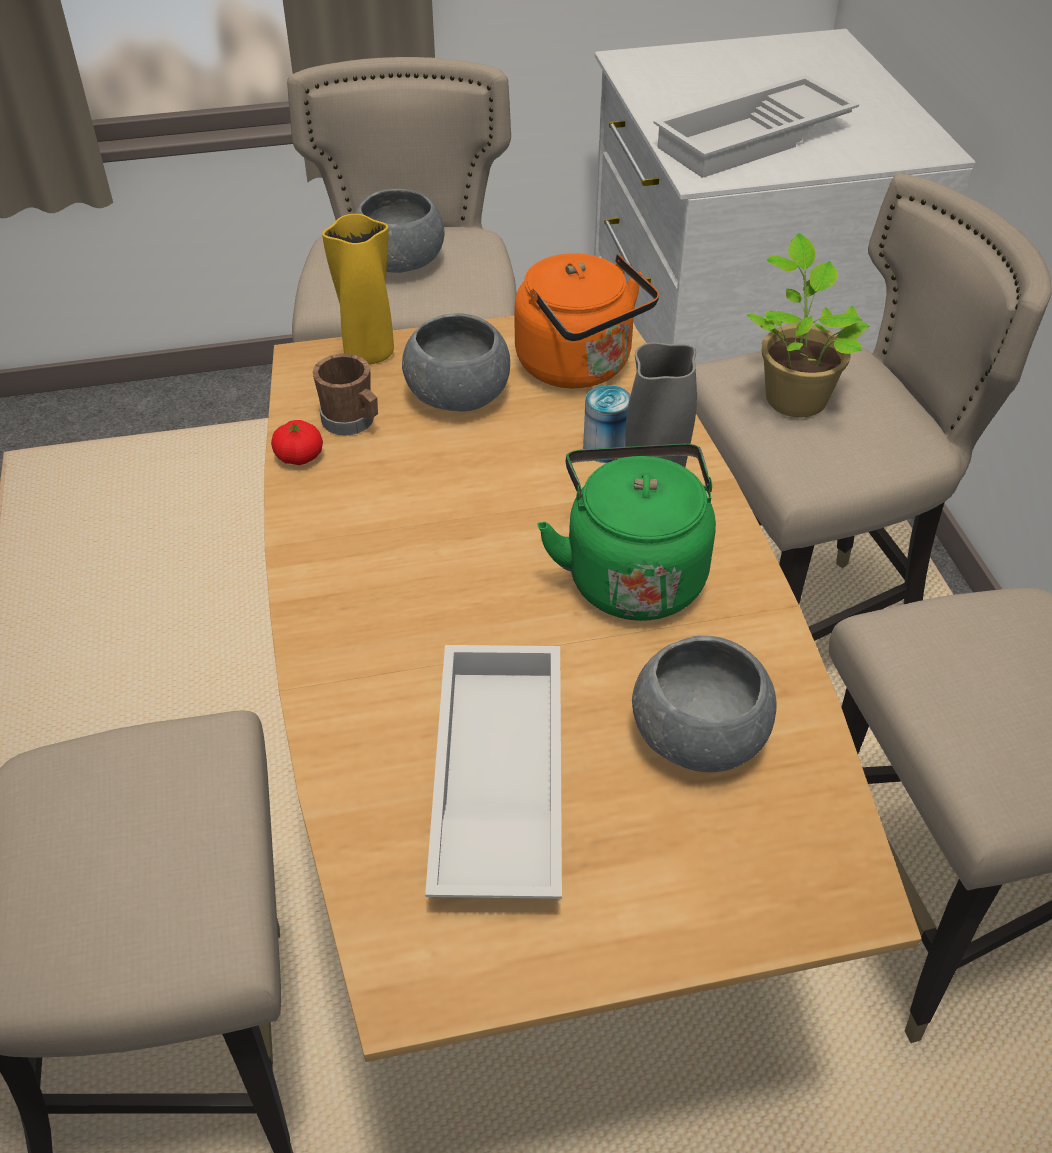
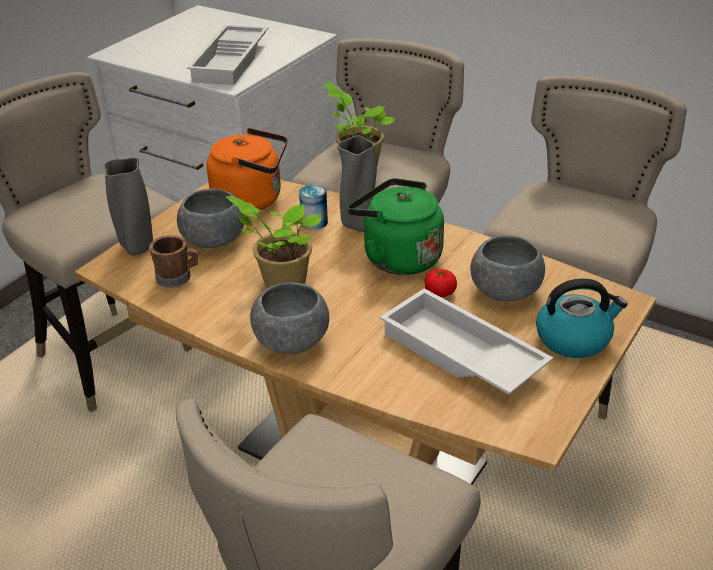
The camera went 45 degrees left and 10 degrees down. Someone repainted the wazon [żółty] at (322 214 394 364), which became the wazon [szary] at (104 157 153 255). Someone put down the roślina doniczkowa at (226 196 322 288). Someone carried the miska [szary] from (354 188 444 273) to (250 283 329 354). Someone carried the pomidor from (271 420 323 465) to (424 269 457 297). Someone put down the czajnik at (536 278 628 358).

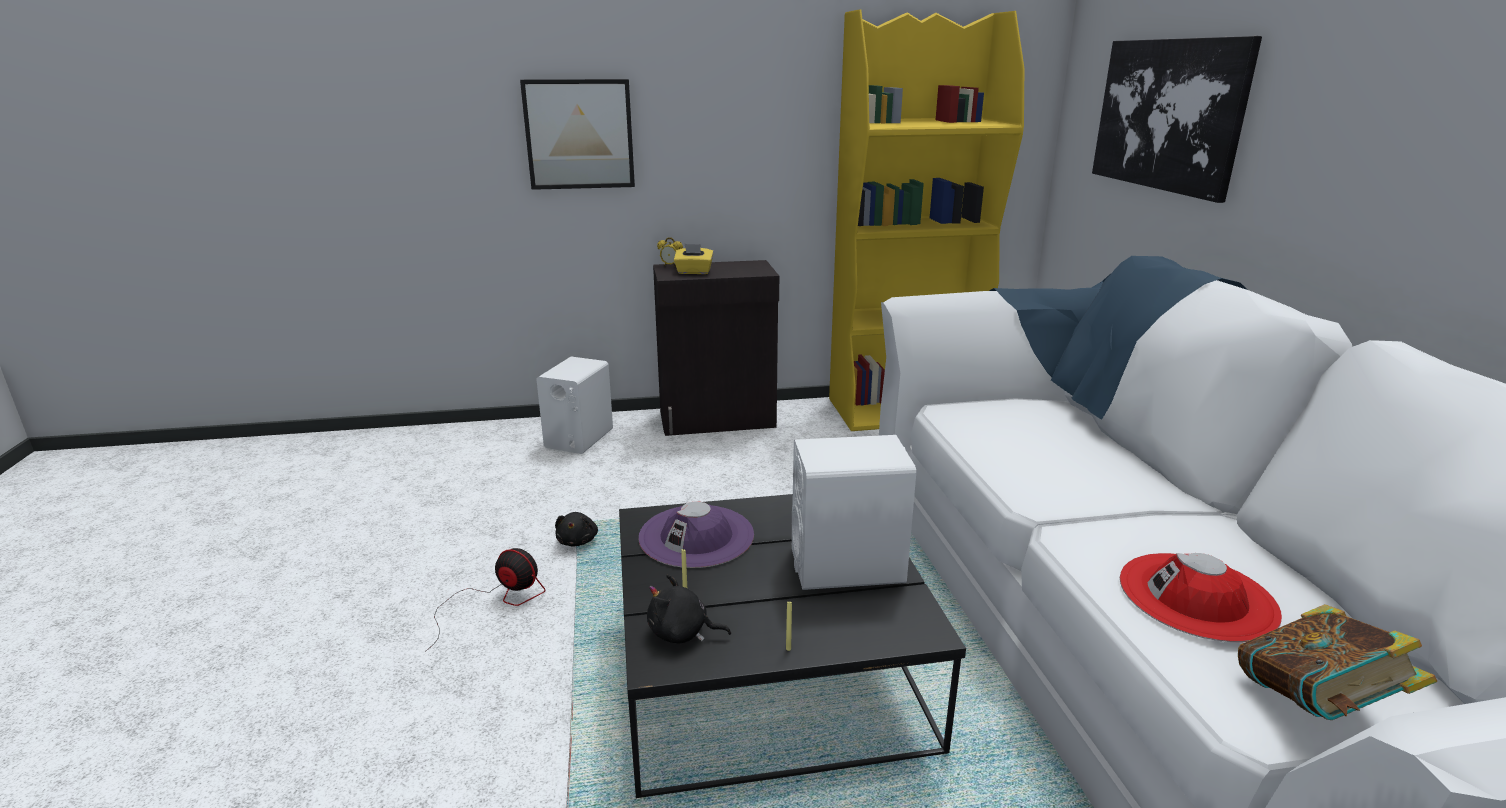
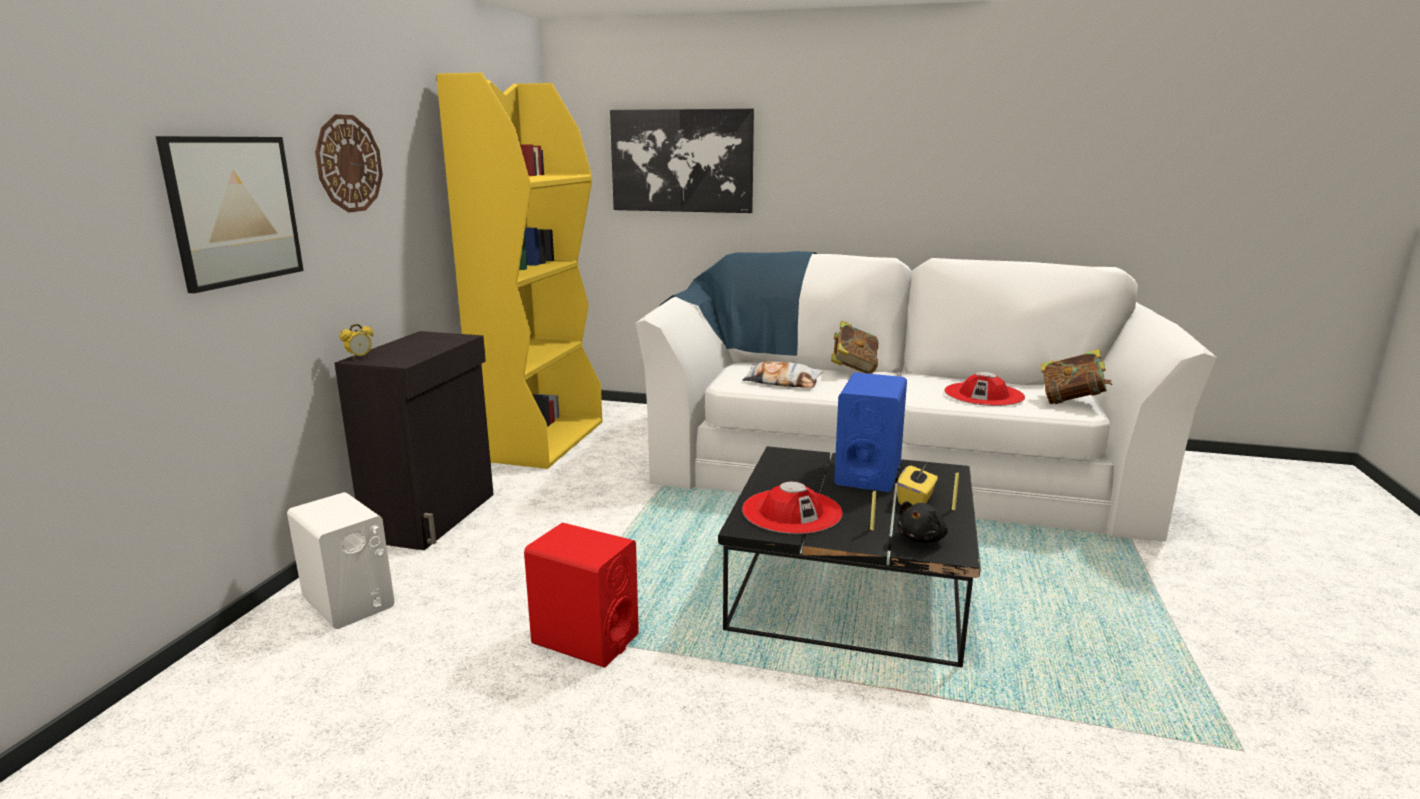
The camera went 65 degrees left and 5 degrees down. Someone put up the zegar ścienny at (315 114 383 212). Someone swapped the pluszak [czarny] at (555 512 598 546) for the głośnik [czerwony] at (524 523 639 668). Someone repainted the kapelusz [fioletowy] at (639 502 754 568), which became the kapelusz [czerwony] at (742 482 842 534). Someone put down the poduszka at (743 361 824 388). Someone put down the książka at (831 321 878 374). Someone repainted the głośnik [biały] at (792 435 916 590), which became the głośnik [niebieski] at (834 372 907 492). Someone carried the pudełko chusteczek [żółty] from (674 244 714 274) to (897 464 938 505). Someone took away the wentylator at (425 548 546 652).

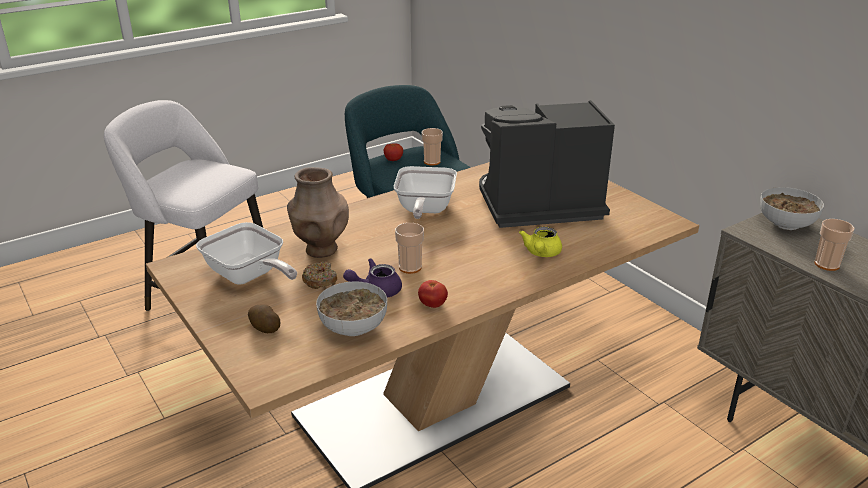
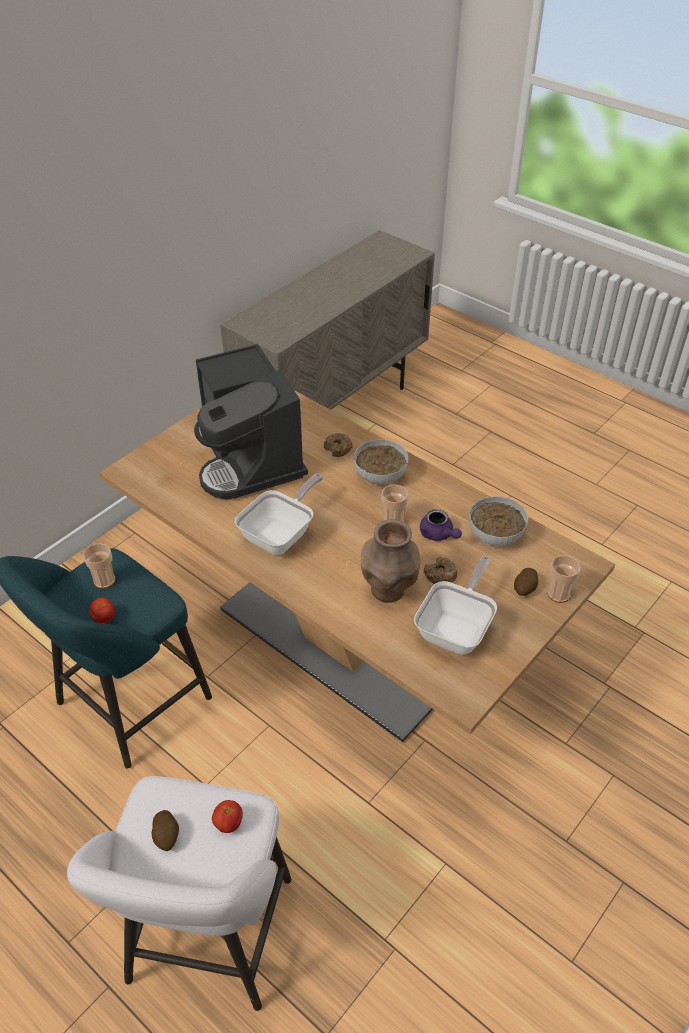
The camera went 105 degrees left and 15 degrees up. Someone put down the ziemniak at (152 810 179 851). Someone carried the pomidor from (418 280 448 308) to (212 800 243 833). Someone rotated the patelnia at (394 166 457 219) by 45 degrees counterclockwise. Someone swapped the imbryk [żółty] at (519 227 562 257) for the donut at (324 433 353 457). Someone carried the miska from (760 187 824 230) to (354 439 408 484). Someone carried the filiżanka from (814 219 855 271) to (547 555 581 603).

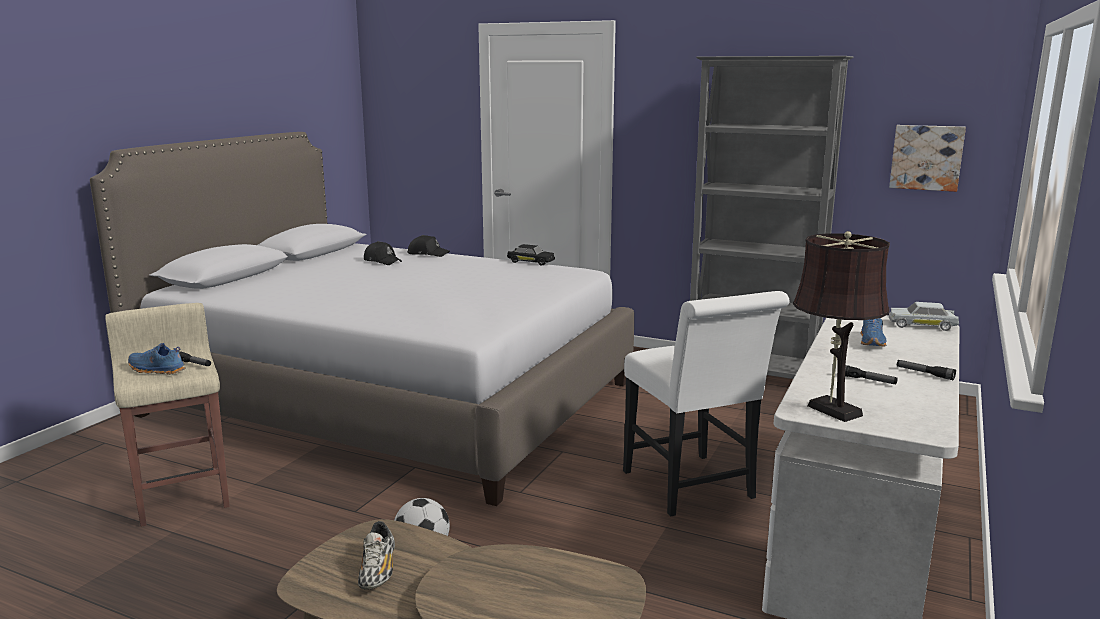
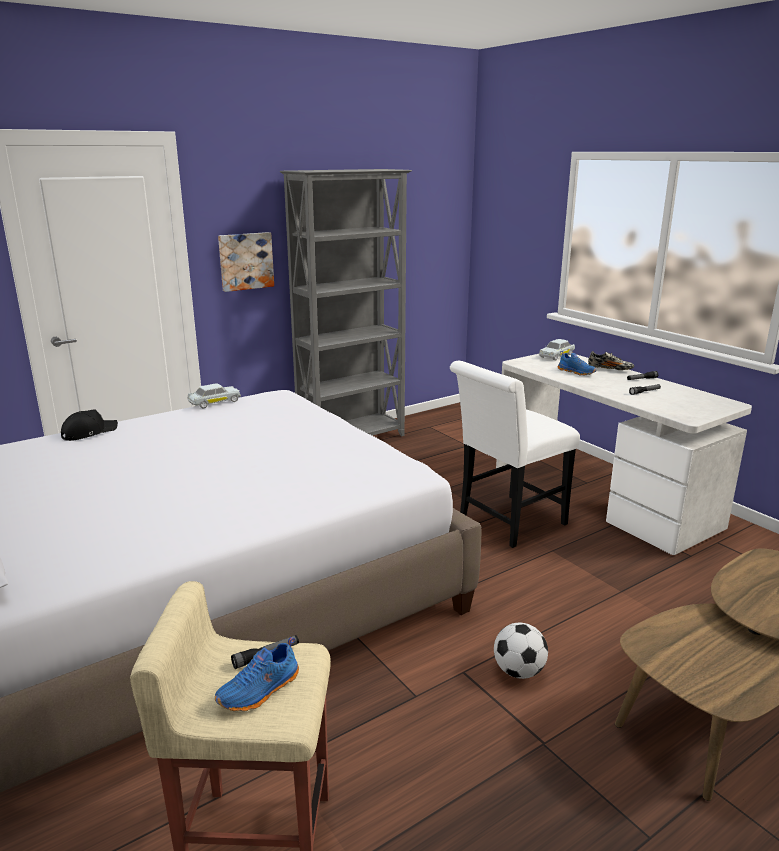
The camera went 60 degrees left and 5 degrees up. Someone repainted the samochodzik [czarny] at (507 244 555 266), which became the samochodzik [biały] at (187 383 241 408). Someone carried the obraz from (889 125 966 192) to (218 232 274 292). Someone rotated the krzesło [biały] at (623 291 790 516) by 135 degrees clockwise. Someone carried the but from (358 521 395 590) to (588 351 634 370). Someone took away the czapka z daszkiem [czarny] at (364 241 402 265). Someone took away the lampa stołowa [brązowy] at (793 231 890 422).

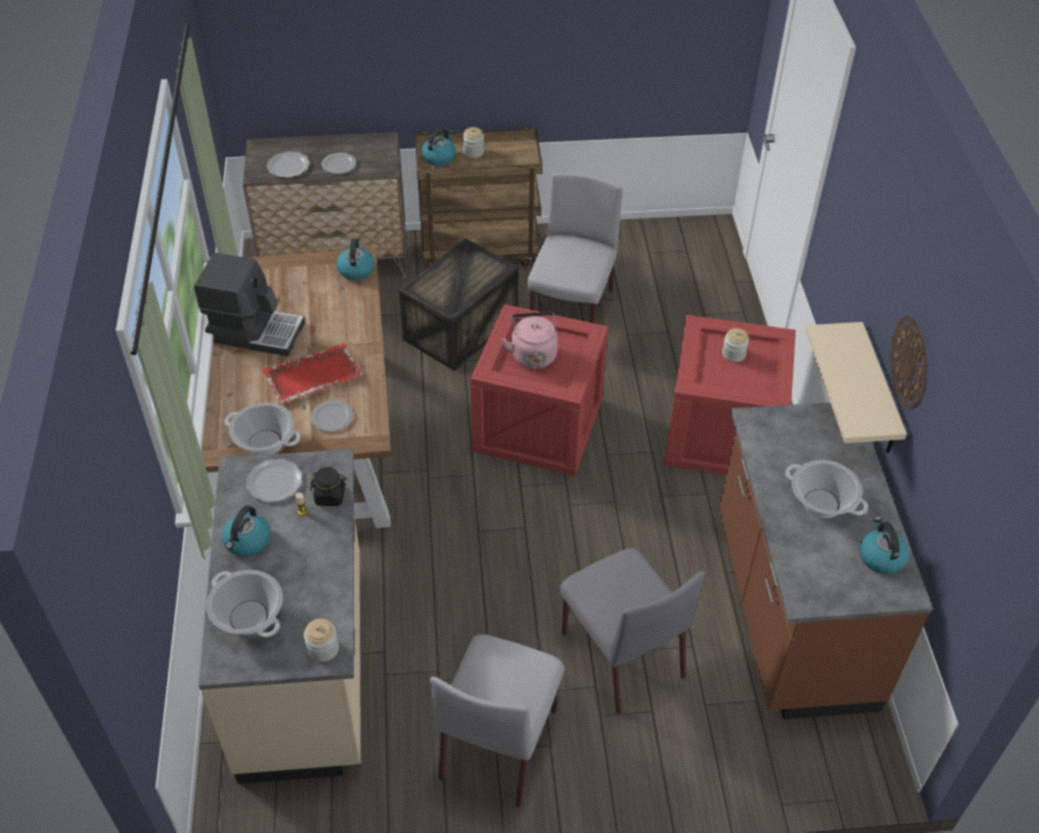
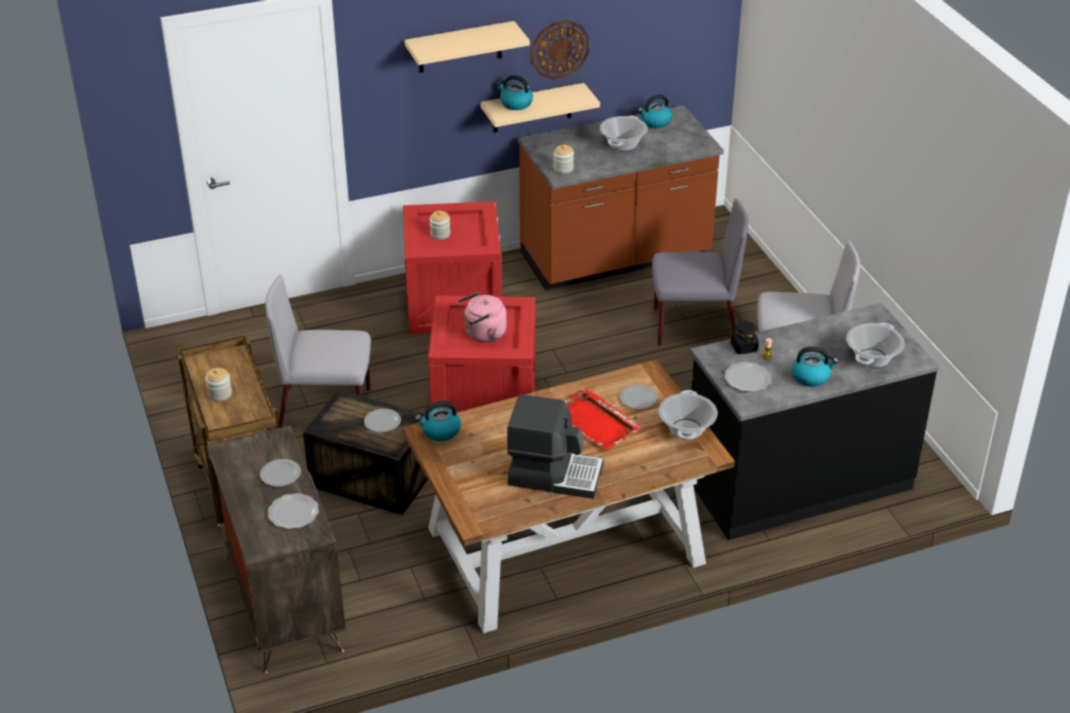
The camera went 105 degrees left and 10 degrees down. Someone put down the talerz at (364 409 401 433). Someone put up the półka [beżowy] at (404 21 530 73). Someone carried the czajnik from (421 128 456 166) to (496 75 533 110). Someone rotated the ekspres do kawy at (194 253 305 356) by 105 degrees clockwise. Someone carried the słoik from (304 619 339 662) to (553 145 574 174). Someone rotated the krzesło [szary] at (559 548 705 714) by 45 degrees clockwise. Someone repainted the zabudowa kuchenna [beżowy] at (198 449 361 784), which became the zabudowa kuchenna [czarny] at (690 303 939 540).

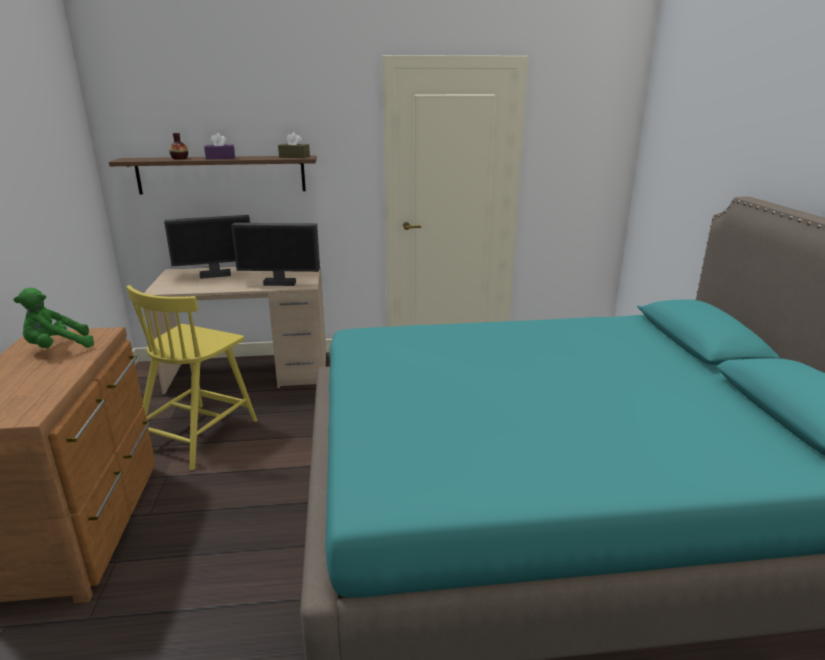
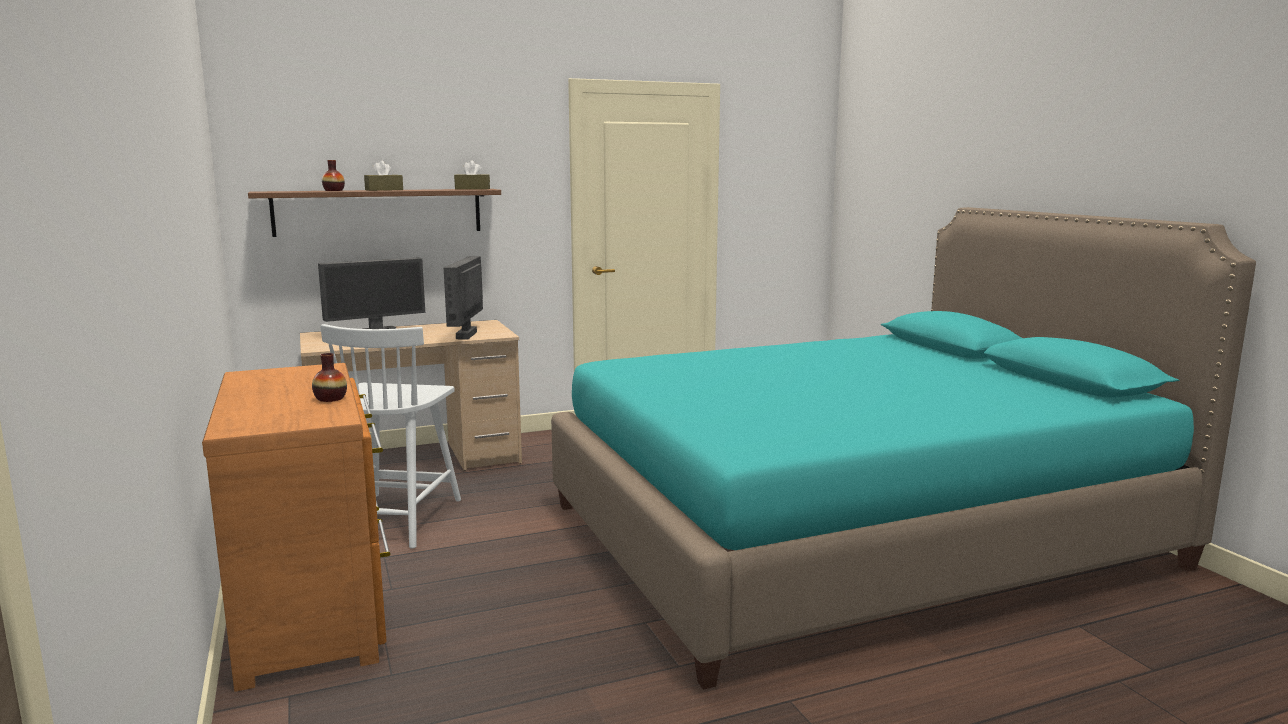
The camera went 15 degrees left and 10 degrees down. Someone put down the wazon at (312 353 347 402). Someone repainted the krzesło [żółty] at (126 285 257 470), which became the krzesło [biały] at (321 324 461 549). Someone repainted the pudełko chusteczek [fioletowy] at (204 133 235 159), which became the pudełko chusteczek [brązowy] at (364 161 403 191). Someone rotated the monitor at (231 223 320 286) by 105 degrees clockwise. Someone took away the pluszak [zielony] at (13 288 94 348).

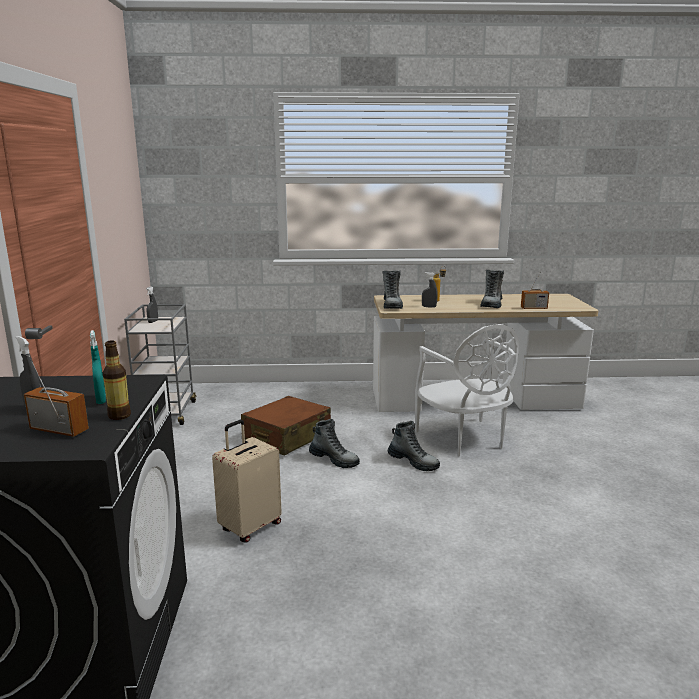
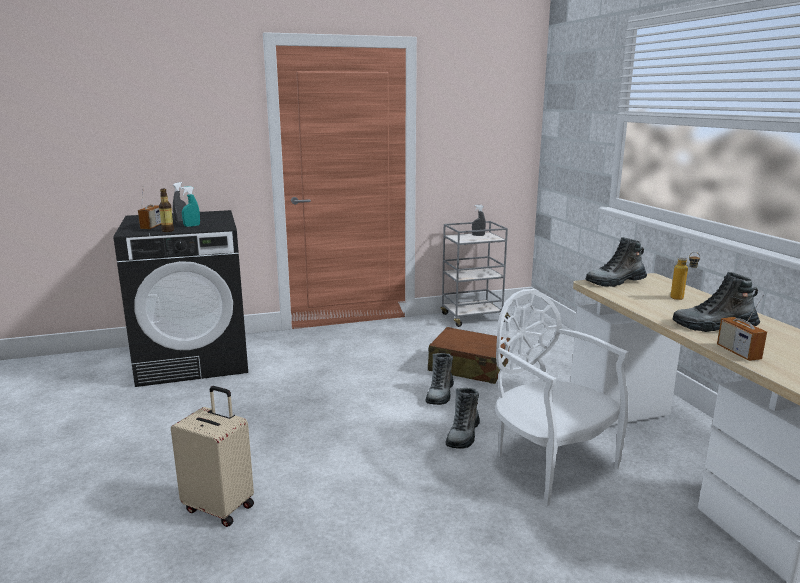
The camera went 75 degrees right and 0 degrees up. Someone carried the walizka [beżowy] from (212 420 282 542) to (171 386 254 527). Someone rotated the krzesło [biały] at (415 324 519 456) by 90 degrees clockwise. Someone took away the spryskiwacz [szary] at (422 272 438 308).

